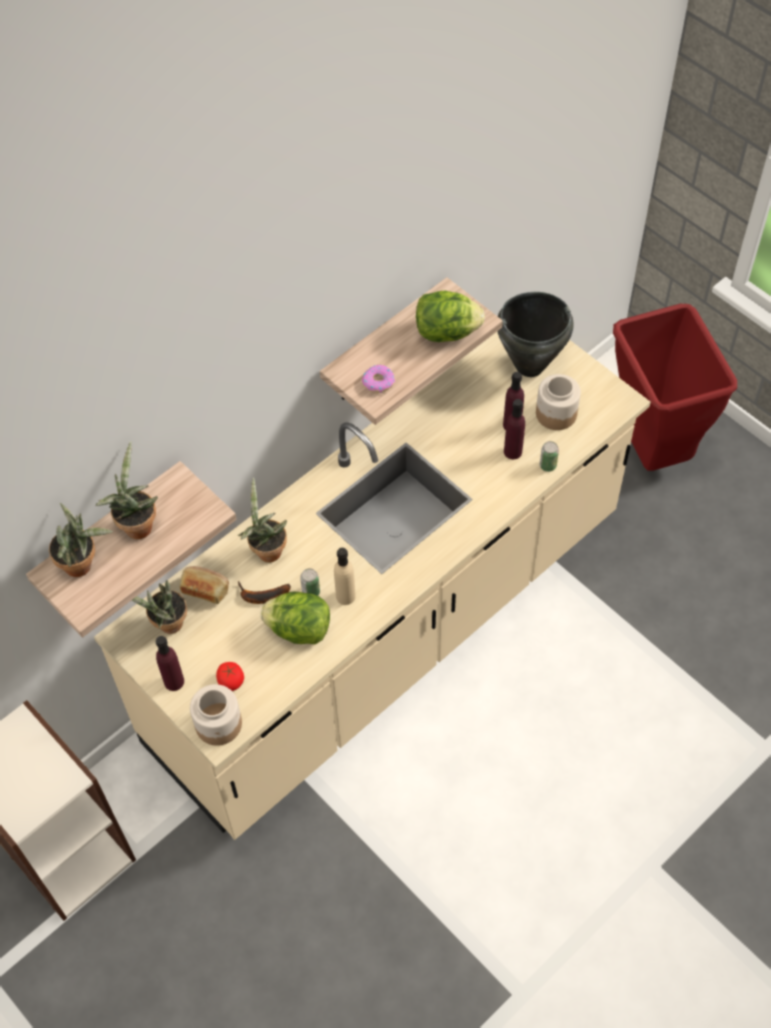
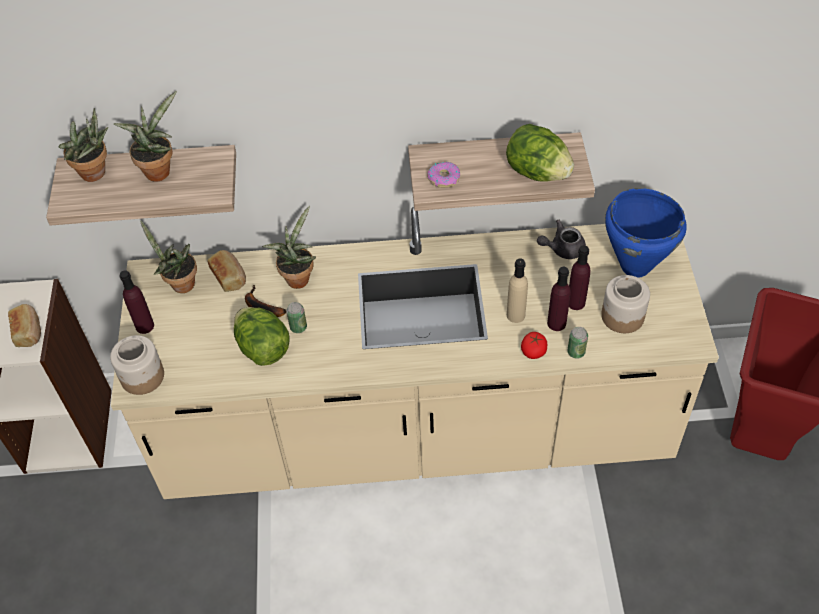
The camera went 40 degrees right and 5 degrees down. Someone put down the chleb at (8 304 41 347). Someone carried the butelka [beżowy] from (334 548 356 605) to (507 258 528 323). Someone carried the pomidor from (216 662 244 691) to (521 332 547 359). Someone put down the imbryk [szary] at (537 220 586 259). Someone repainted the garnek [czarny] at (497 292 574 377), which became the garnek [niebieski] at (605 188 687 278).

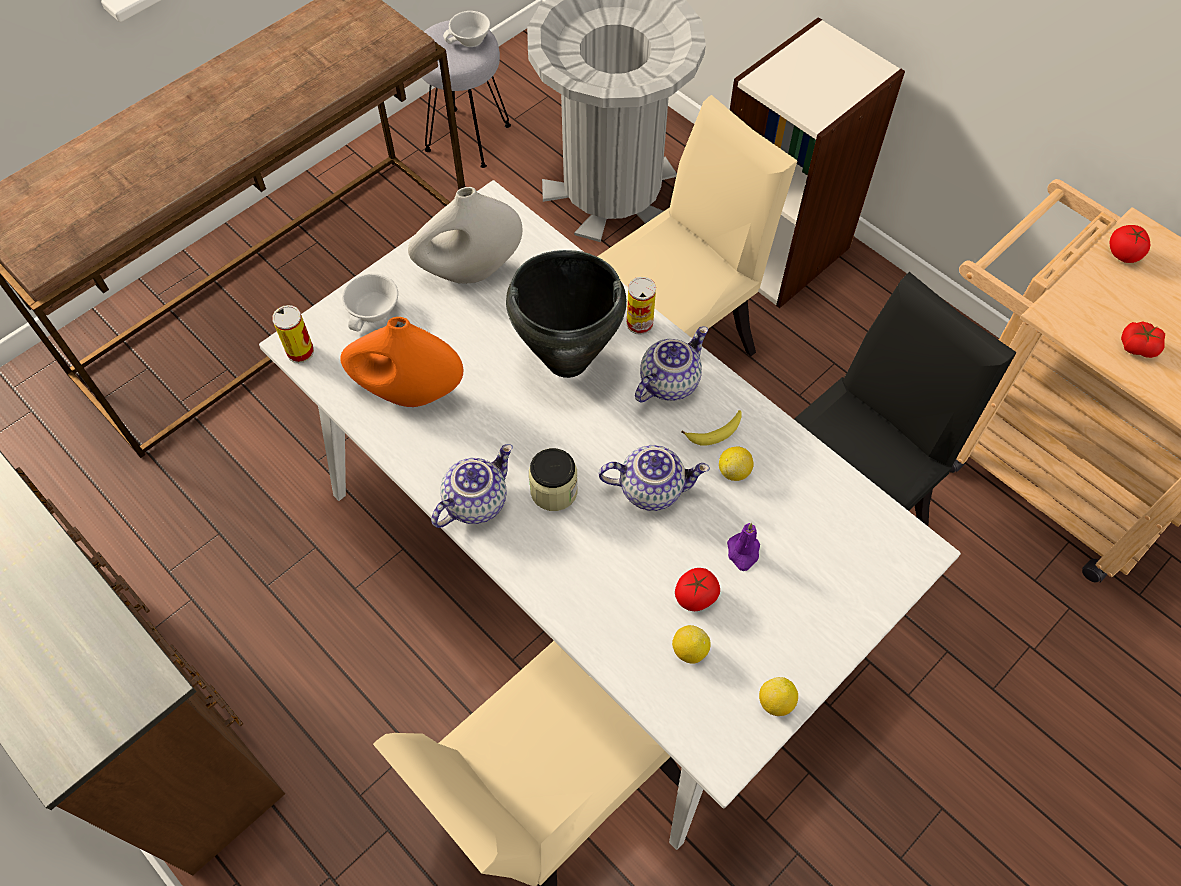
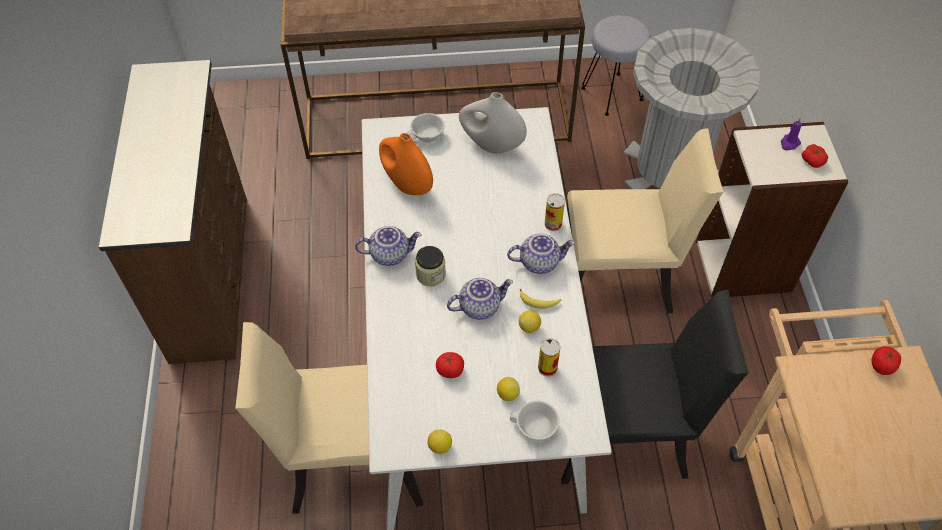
The camera went 40 degrees right and 5 degrees down. Someone rotated the imbryk at (599 445 710 511) by 60 degrees counterclockwise. Someone carried the cytryna from (672 625 710 664) to (497 377 520 401). Someone carried the filiżanka [biały] from (443 11 490 47) to (510 400 560 440). Someone carried the puszka from (272 305 314 363) to (538 338 560 377). Someone carried the świeca [fioletowy] from (727 523 760 571) to (781 118 802 150). Someone carried the pomidor from (1121 321 1165 358) to (802 144 828 168). Someone took away the garnek [czarny] at (506 250 627 378).

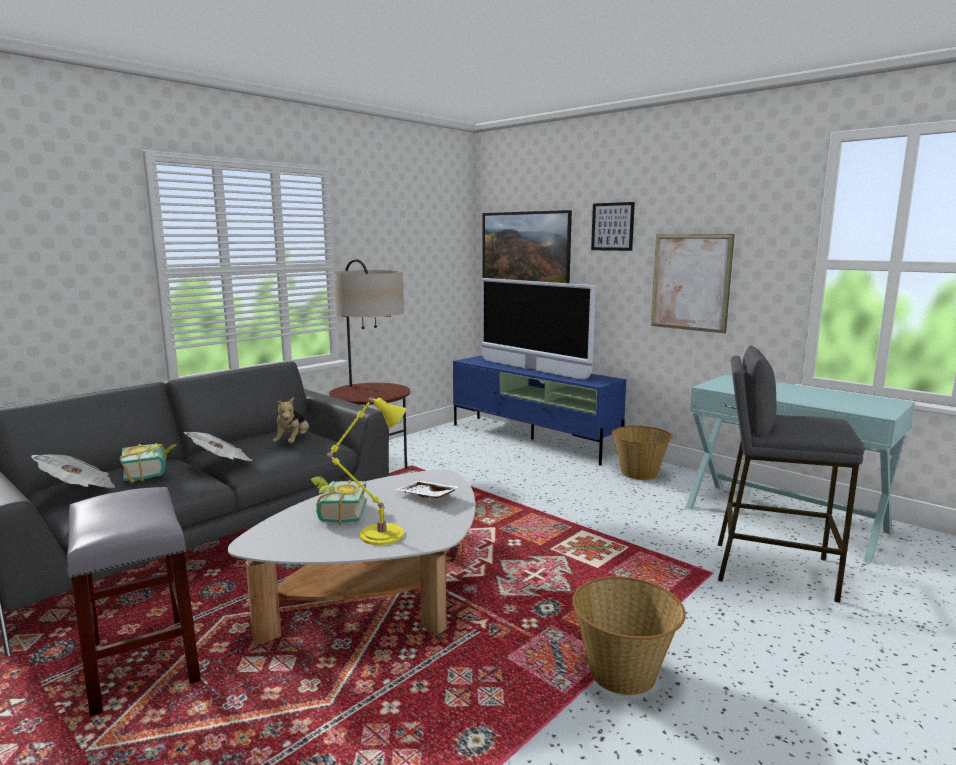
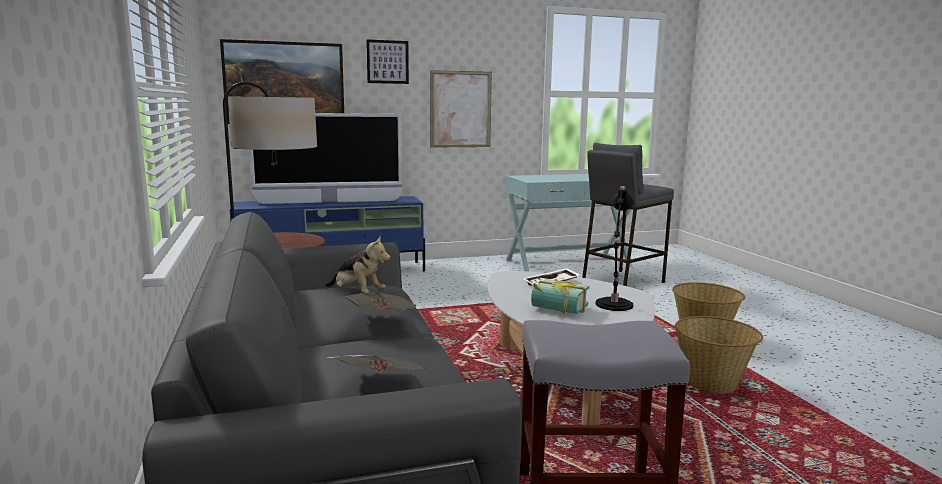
The camera went 60 degrees left and 0 degrees up. Someone repainted the lampa stołowa [żółty] at (326 397 406 545), which became the lampa stołowa [czarny] at (596 186 634 311). Someone carried the koszyk from (612 426 673 480) to (675 316 763 393). Someone took away the książka at (120 443 177 483).

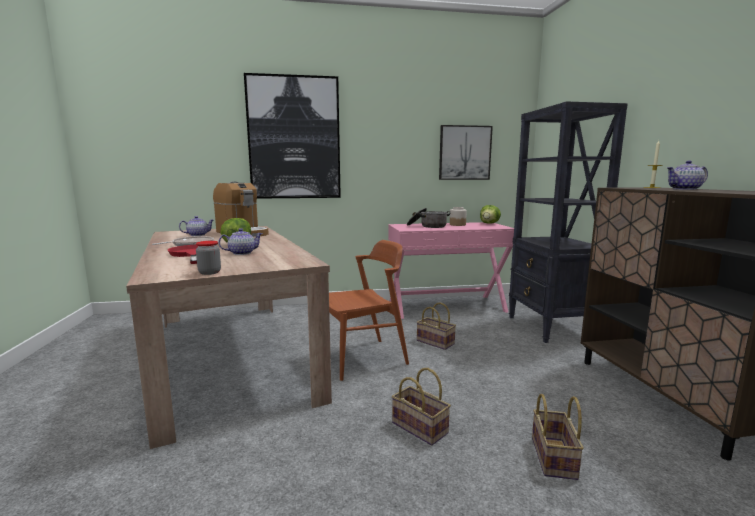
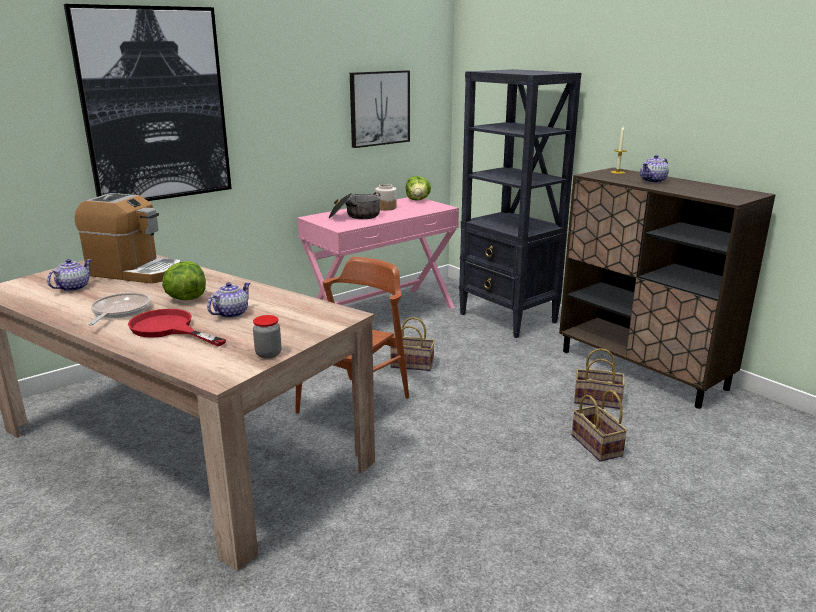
The camera went 30 degrees left and 10 degrees up. Someone carried the koszyk from (392 368 451 446) to (574 348 625 409).

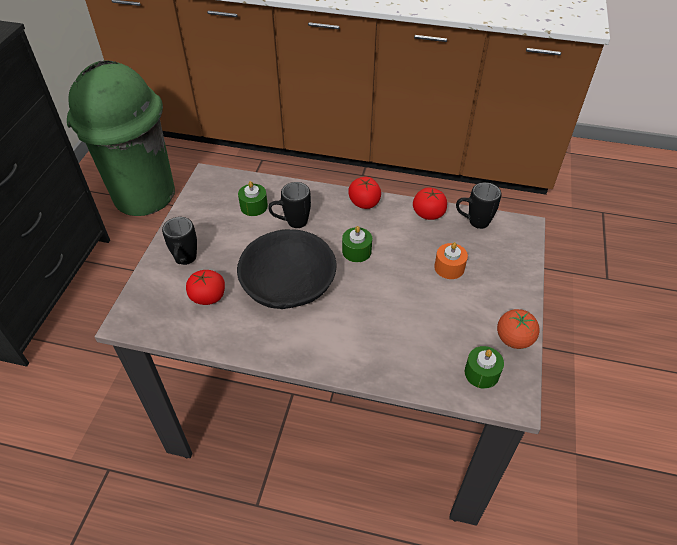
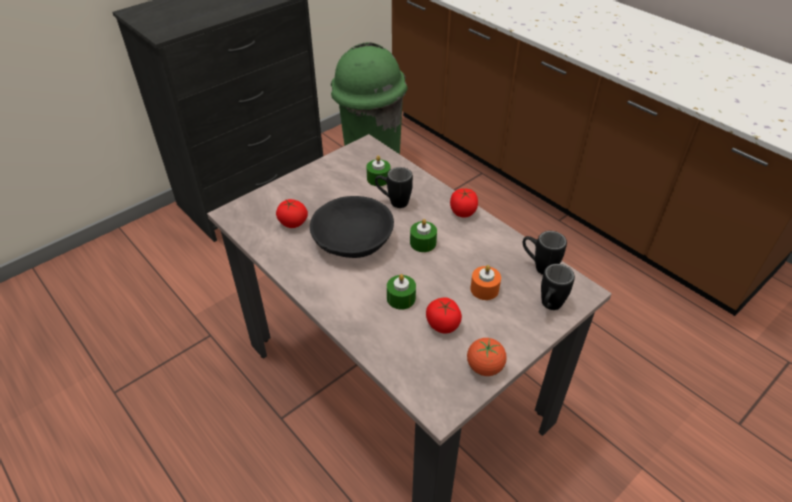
The camera went 35 degrees right and 5 degrees down. Someone carried the świeca [zielony] from (465 346 504 389) to (387 274 416 310). Someone carried the pomidor from (413 187 447 220) to (426 298 462 333). Someone carried the kubek [czarny] from (162 217 197 265) to (541 264 575 310).

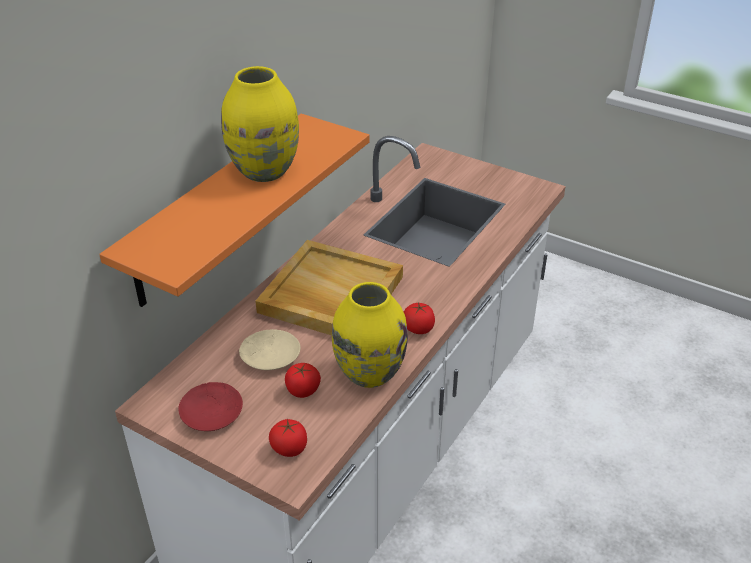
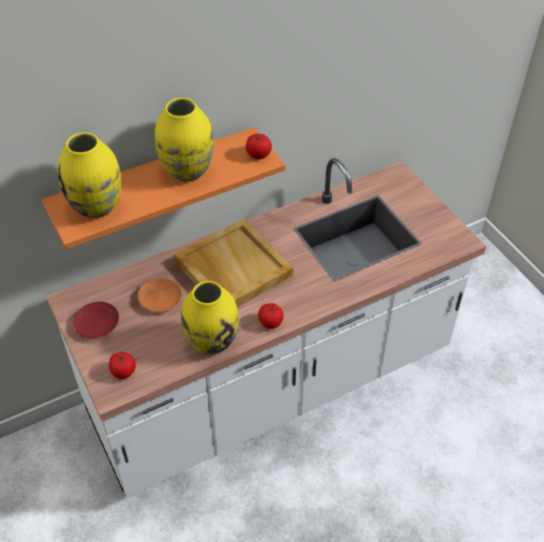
The camera went 30 degrees right and 10 degrees up. Someone put down the wazon [żółty] at (57 132 122 218). Someone repainted the talerz [beżowy] at (239 329 301 370), which became the talerz [pomarańczowy] at (137 278 182 312). Someone carried the pomidor from (285 363 321 398) to (246 134 272 159).

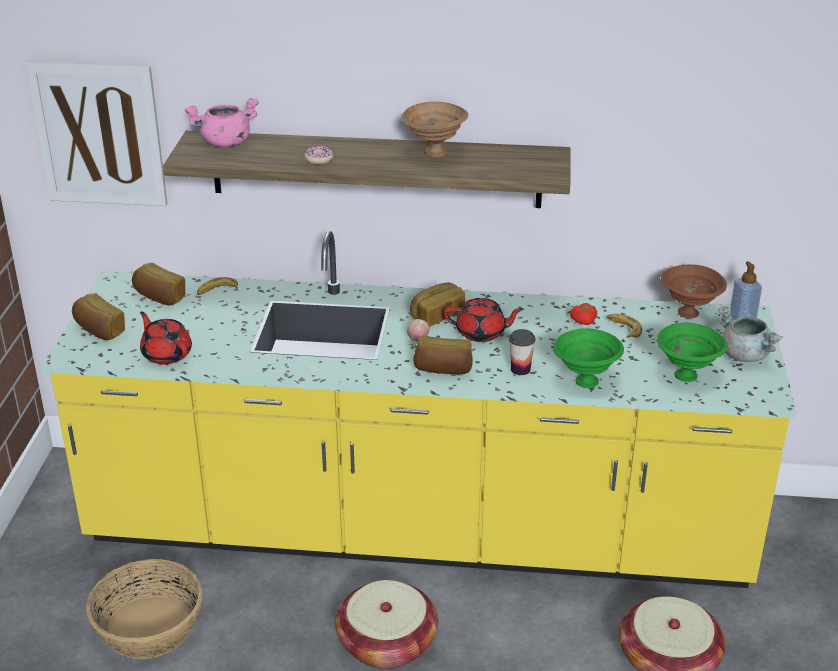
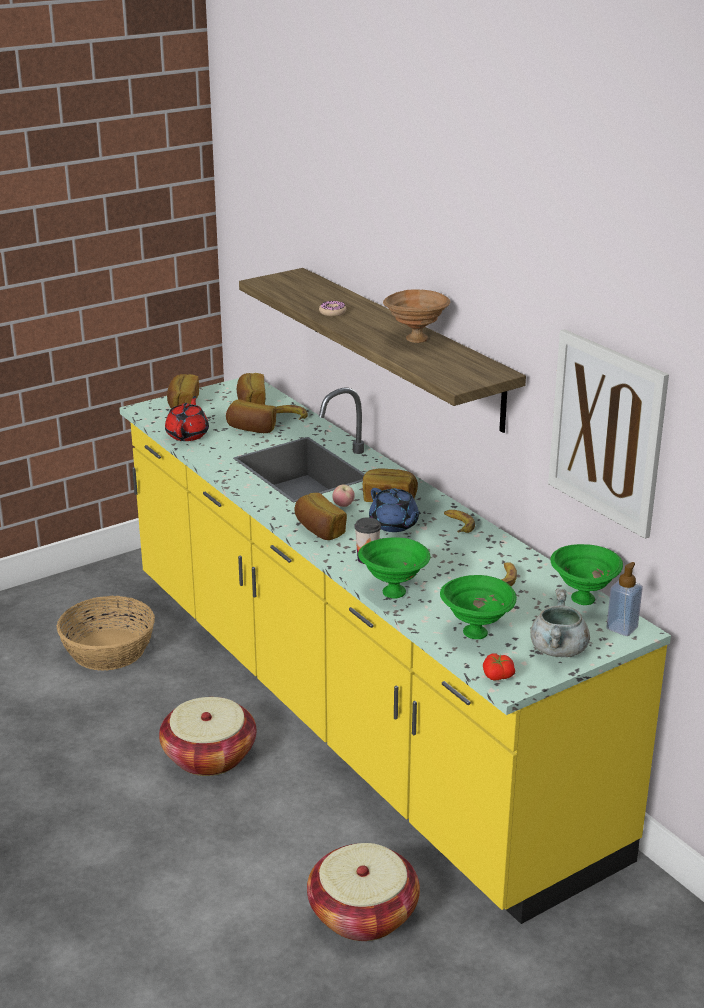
The camera went 50 degrees right and 5 degrees down. Someone put down the chleb at (226 399 277 433). Someone repainted the imbryk [czerwony] at (444 298 524 342), which became the imbryk [niebieski] at (369 488 421 532). Someone put down the banan at (444 510 475 533). Someone carried the pomidor from (570 303 597 325) to (483 653 515 681). Someone carried the obraz from (26 61 167 206) to (548 329 669 539). Someone repainted the miska [brązowy] at (661 265 727 318), which became the miska [zielony] at (551 544 623 605). Someone took away the garnek [różowy] at (185 98 259 147).

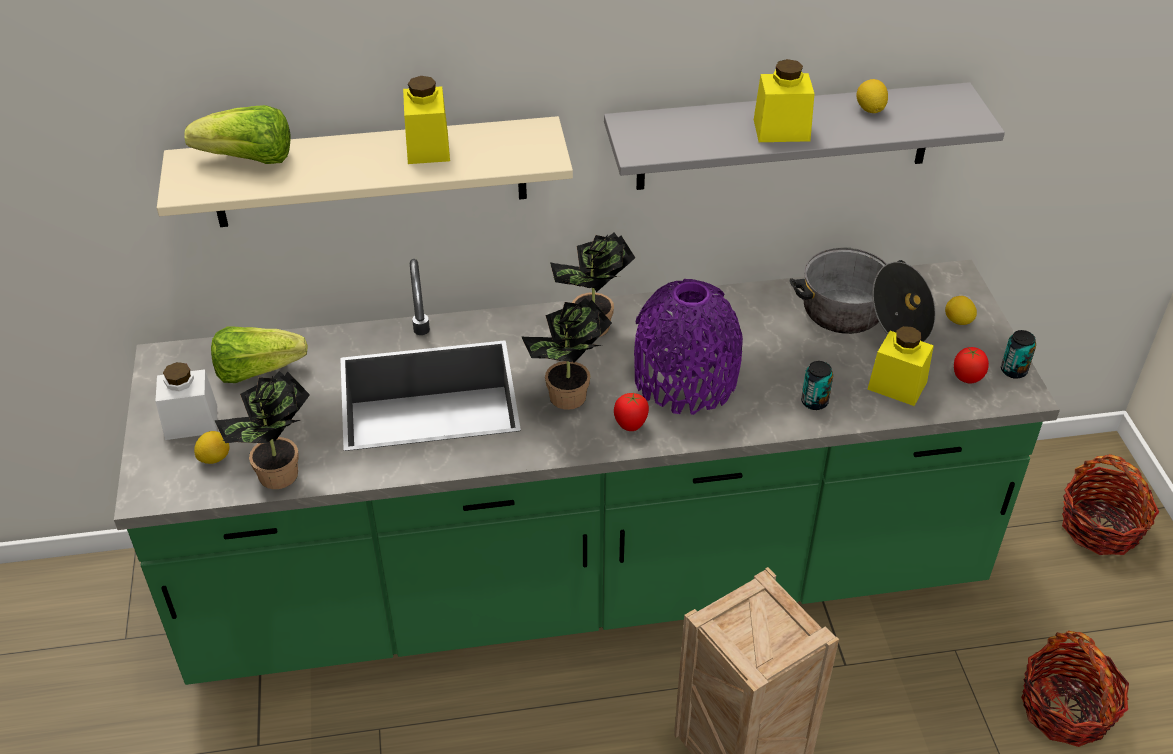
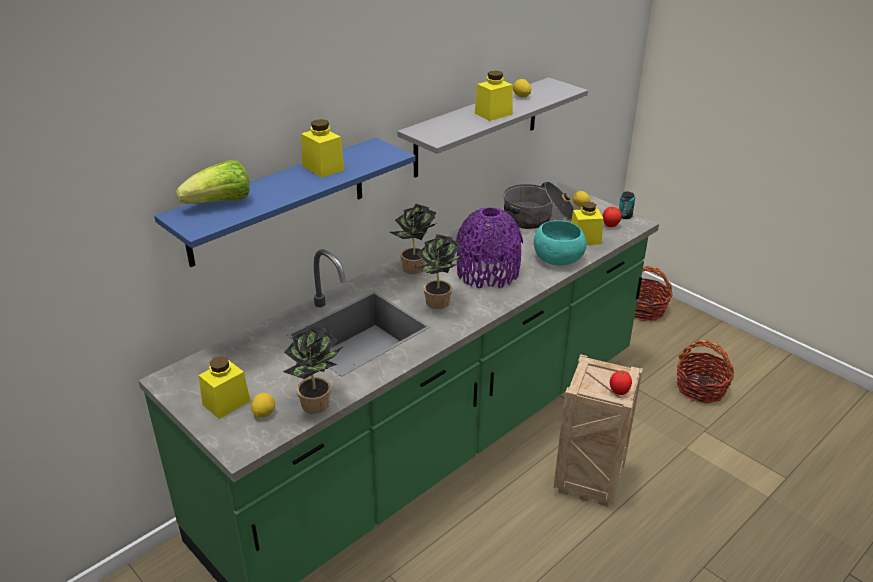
The camera went 35 degrees left and 10 degrees down. Someone repainted the półka [beżowy] at (157 116 573 227), which became the półka [niebieski] at (154 138 415 267). Someone repainted the słoik [biały] at (156 362 217 440), which became the słoik [żółty] at (199 356 250 419). Someone swapped the puszka at (801 361 833 410) for the miska [turkusowy] at (534 220 587 266). Someone carried the pomidor from (614 393 649 431) to (610 370 632 395). Someone took away the sałata at (211 326 308 383).

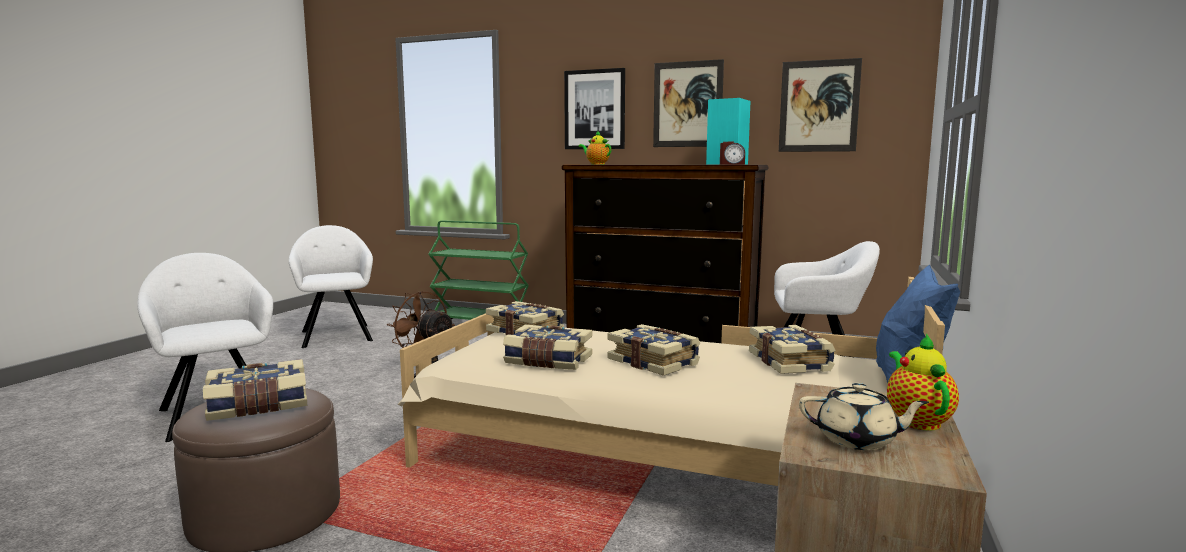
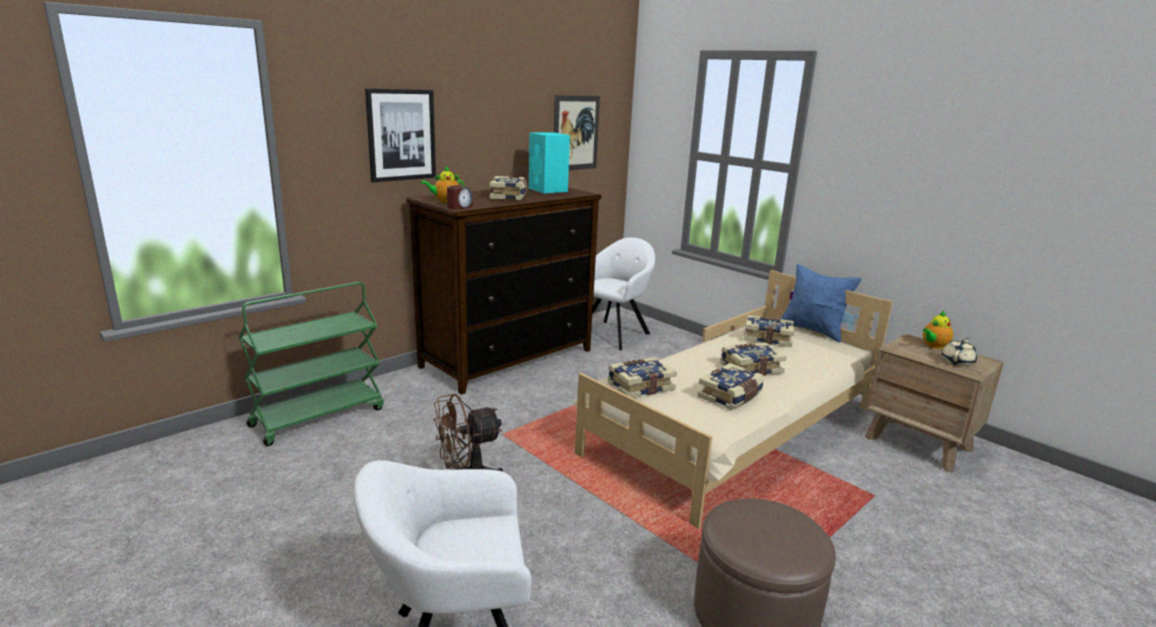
The camera went 65 degrees left and 10 degrees up. Someone carried the budzik from (720 142 745 165) to (447 185 473 210). Someone carried the książka from (203 359 307 421) to (490 176 527 200). Someone rotated the imbryk at (887 333 959 431) by 60 degrees counterclockwise. Someone took away the fotel [biały] at (289 225 373 348). Someone took away the obraz at (653 59 724 147).

